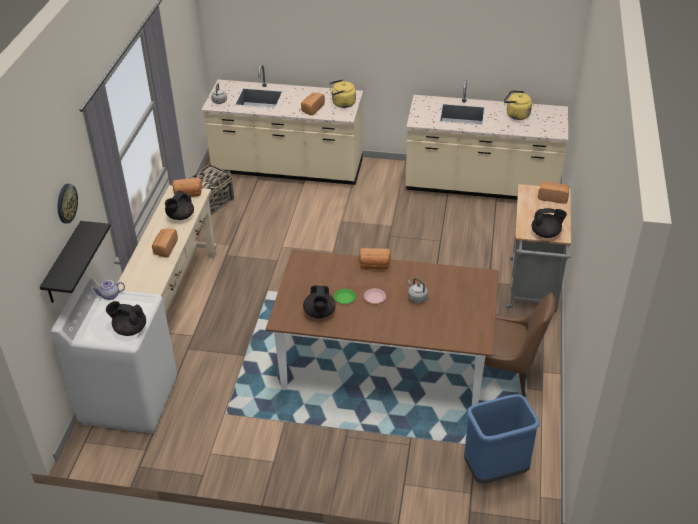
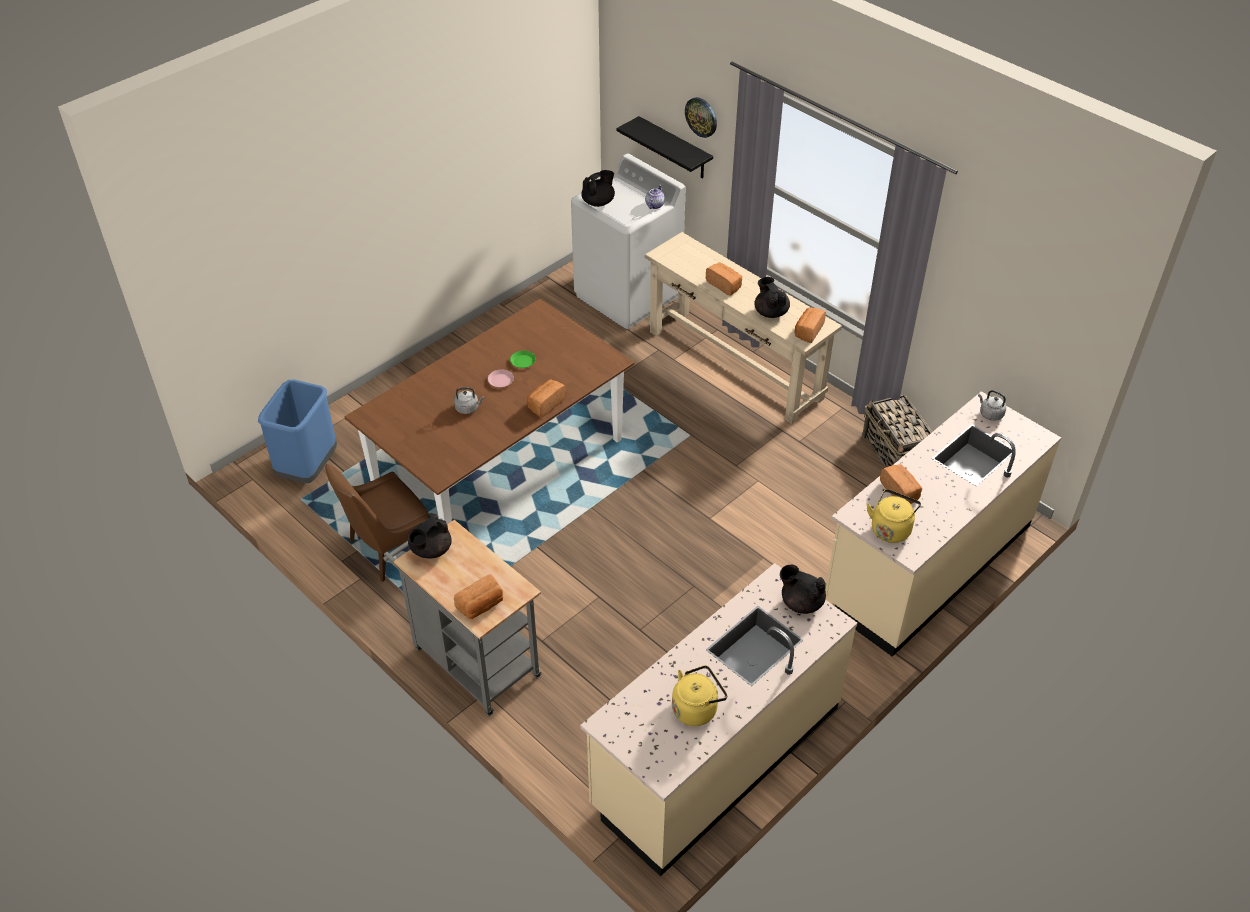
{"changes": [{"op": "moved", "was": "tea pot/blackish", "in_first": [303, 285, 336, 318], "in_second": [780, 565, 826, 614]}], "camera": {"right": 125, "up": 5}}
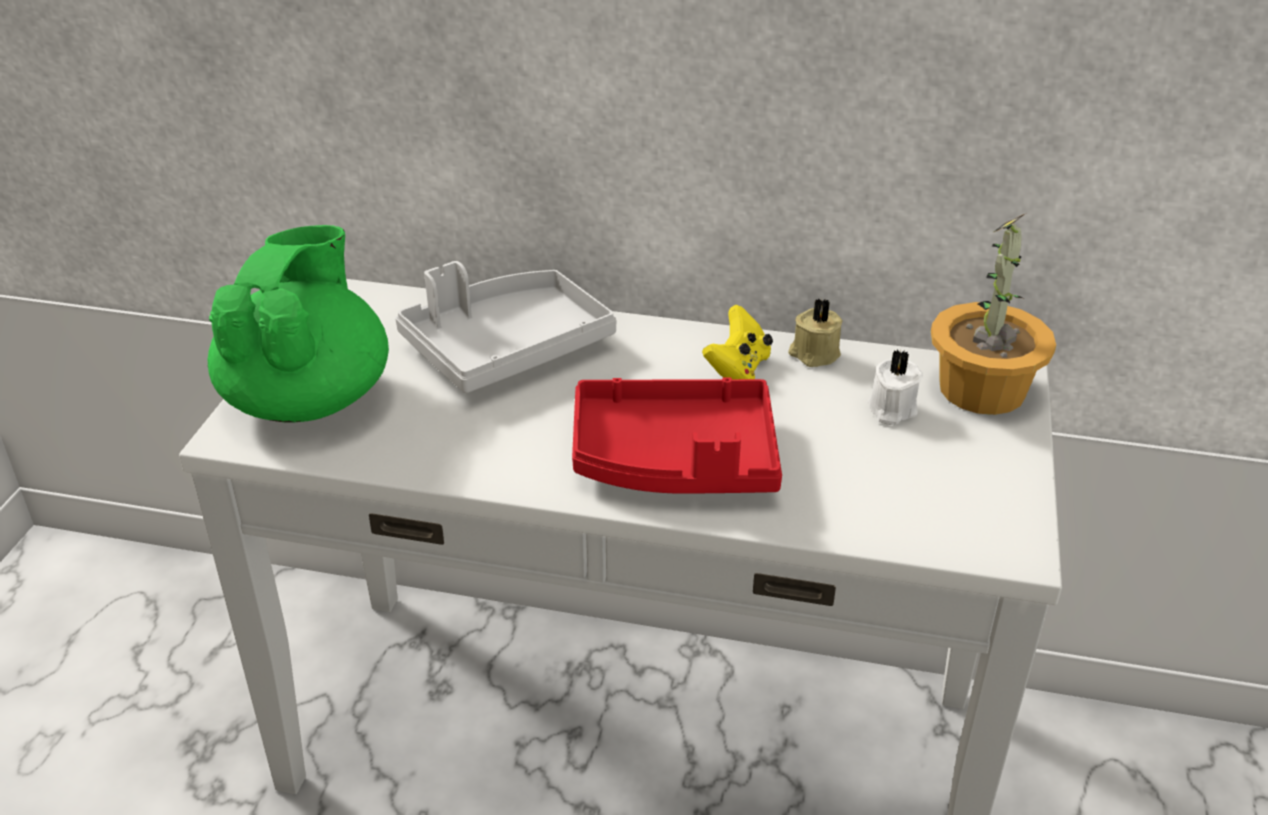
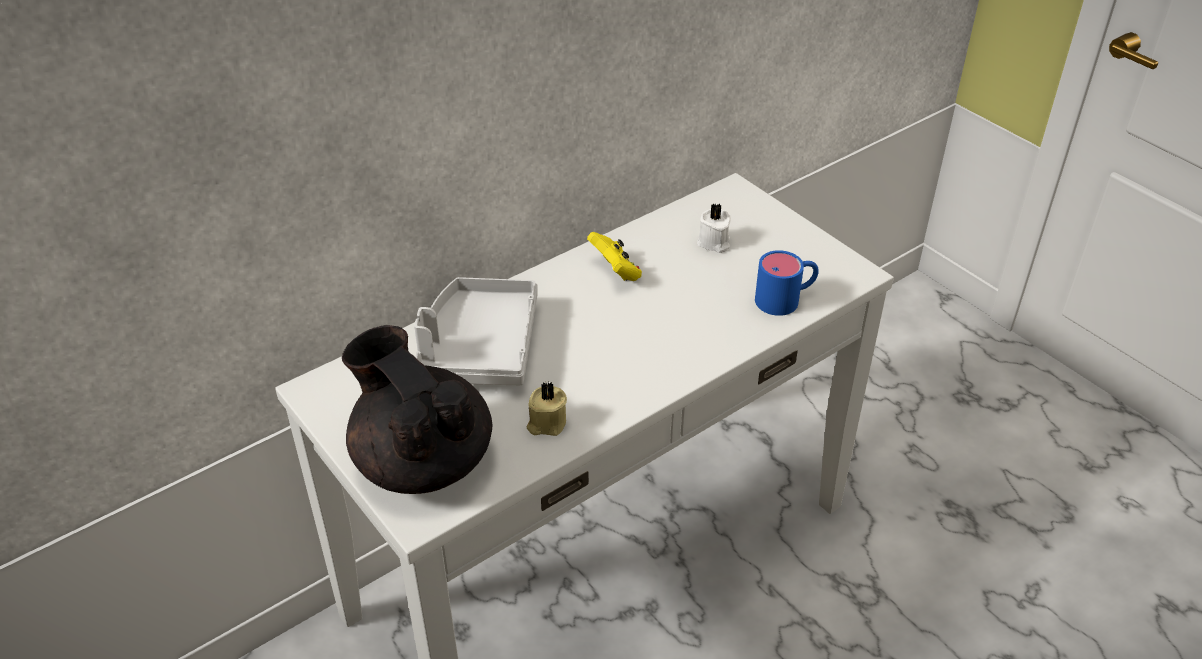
{"changes": [{"op": "removed", "was": "potted plant", "in_first": [931, 213, 1056, 415]}, {"op": "recoloured", "was": "tea pot/greenish", "now": "tea pot/blackish", "in_first": [208, 225, 389, 423], "in_second": [342, 325, 492, 494]}, {"op": "moved", "was": "wax light/beige-coloured", "in_first": [788, 298, 843, 367], "in_second": [526, 382, 567, 436]}, {"op": "removed", "was": "serving tray/red-coloured", "in_first": [572, 378, 782, 494]}, {"op": "added", "now": "coffee mug/blue-coloured", "in_second": [755, 250, 819, 316]}], "camera": {"right": -50, "up": 5}}
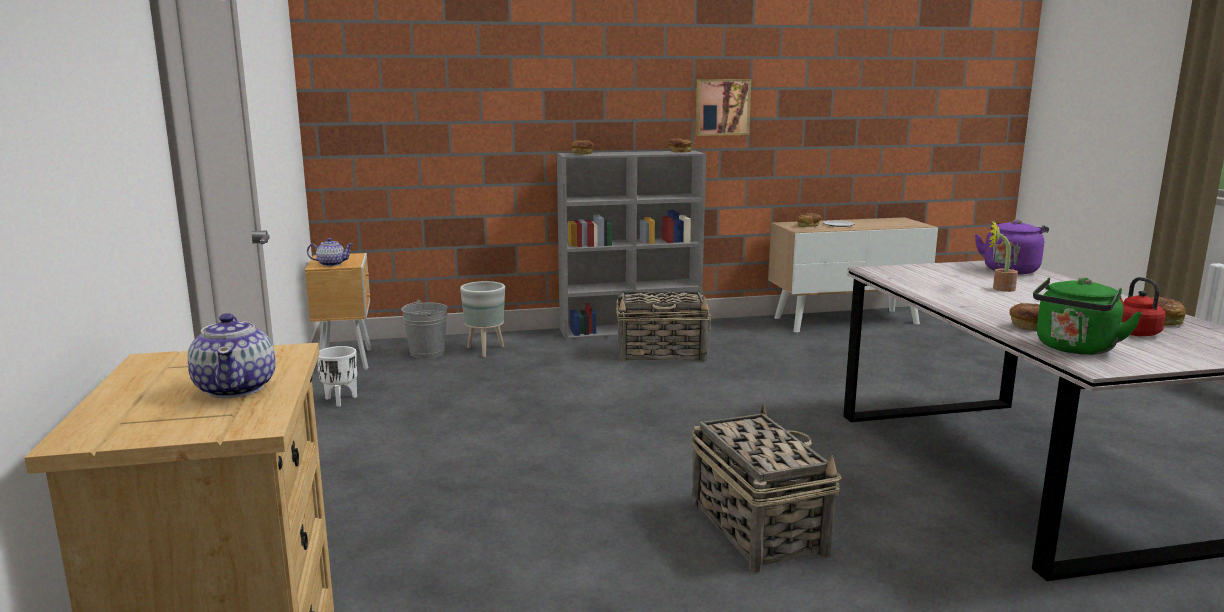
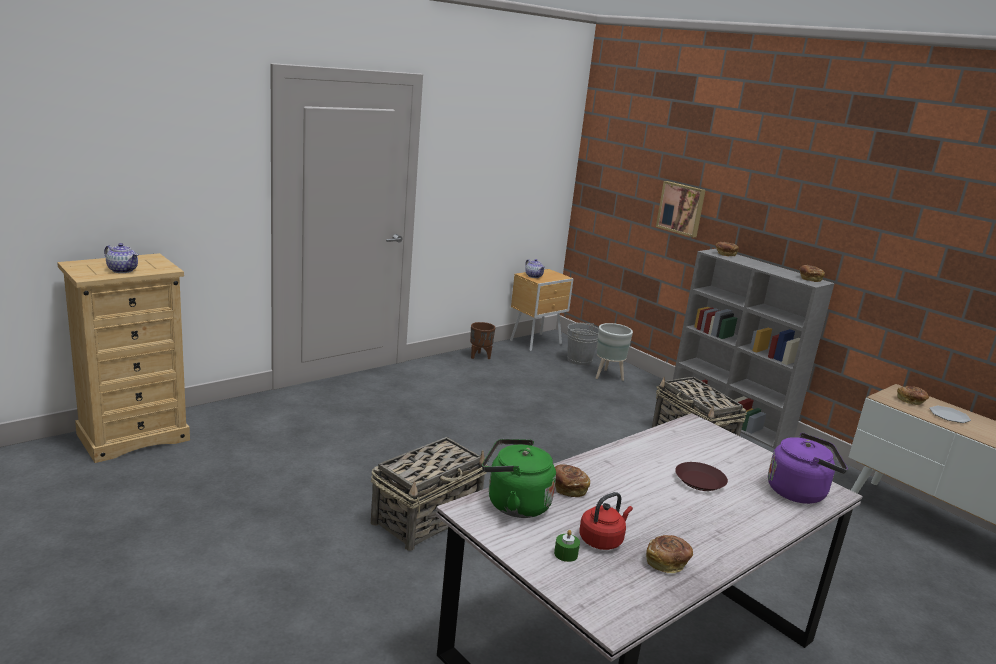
{"changes": [{"op": "moved", "was": "wall picture", "in_first": [695, 79, 751, 136], "in_second": [656, 181, 705, 238]}, {"op": "replaced", "was": "potted plant", "now": "flat dish/brownish", "in_first": [988, 220, 1018, 292], "in_second": [675, 462, 728, 491]}, {"op": "turned", "was": "tea pot", "in_first": [187, 313, 276, 398], "in_second": [104, 243, 139, 273], "clockwise": -105}, {"op": "recoloured", "was": "plant pot/whitish", "now": "plant pot/brownish", "in_first": [317, 346, 357, 407], "in_second": [470, 322, 495, 359]}, {"op": "added", "now": "wax light/greenish", "in_second": [554, 530, 580, 562]}], "camera": {"right": 60, "up": 5}}
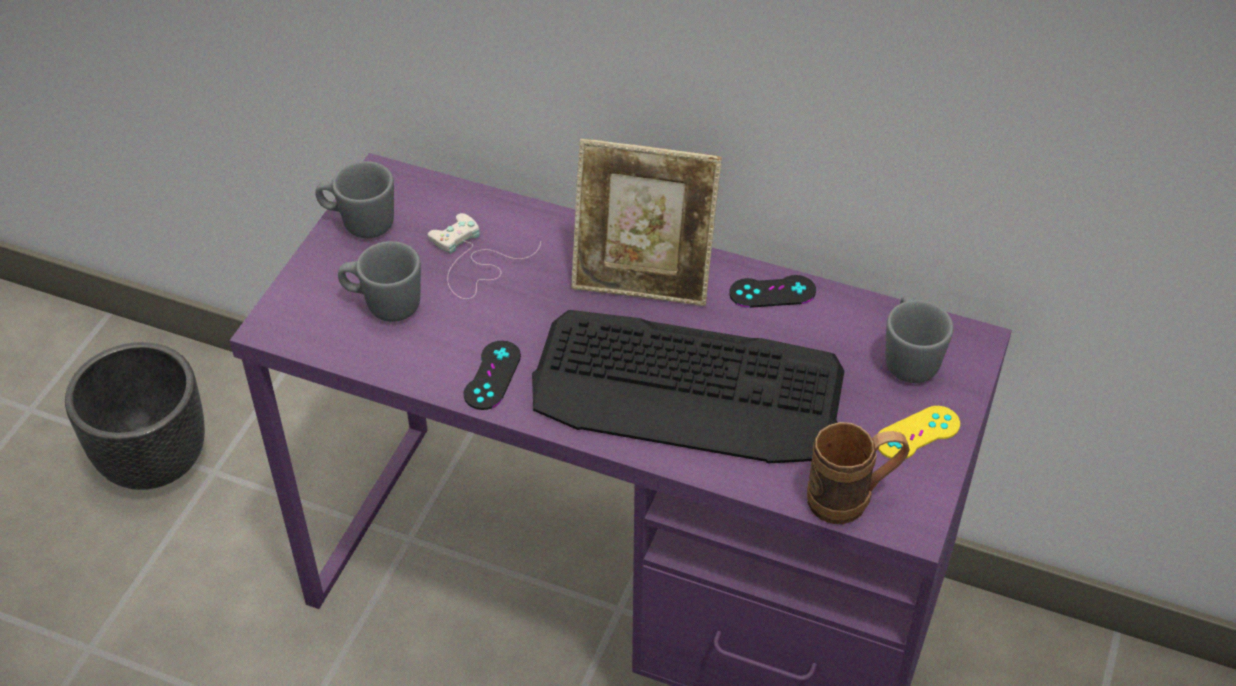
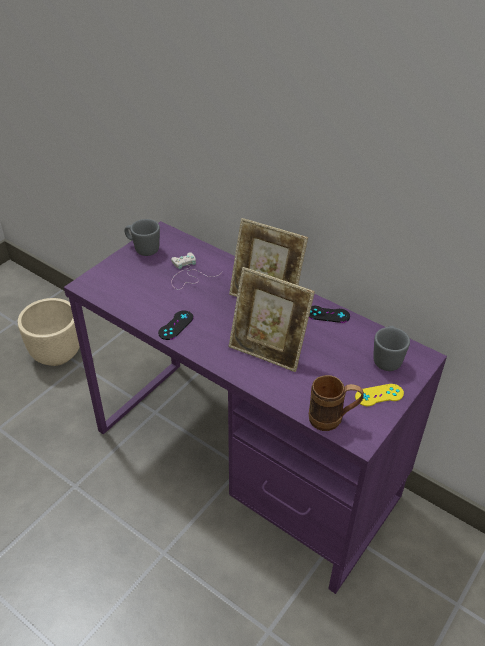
{"changes": [{"op": "removed", "was": "coffee mug/greyish", "in_first": [338, 241, 421, 322]}, {"op": "replaced", "was": "PC keyboard", "now": "photo frame", "in_first": [532, 310, 844, 463], "in_second": [229, 267, 315, 372]}, {"op": "recoloured", "was": "plant pot/blackish", "now": "plant pot/beige-coloured", "in_first": [65, 342, 205, 490], "in_second": [18, 298, 80, 366]}], "camera": {"right": 15, "up": -5}}
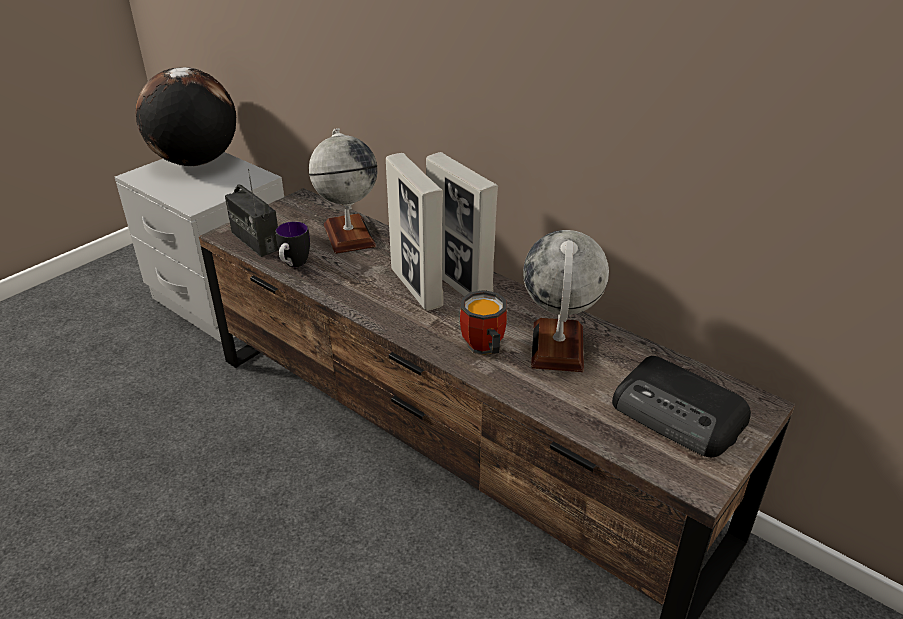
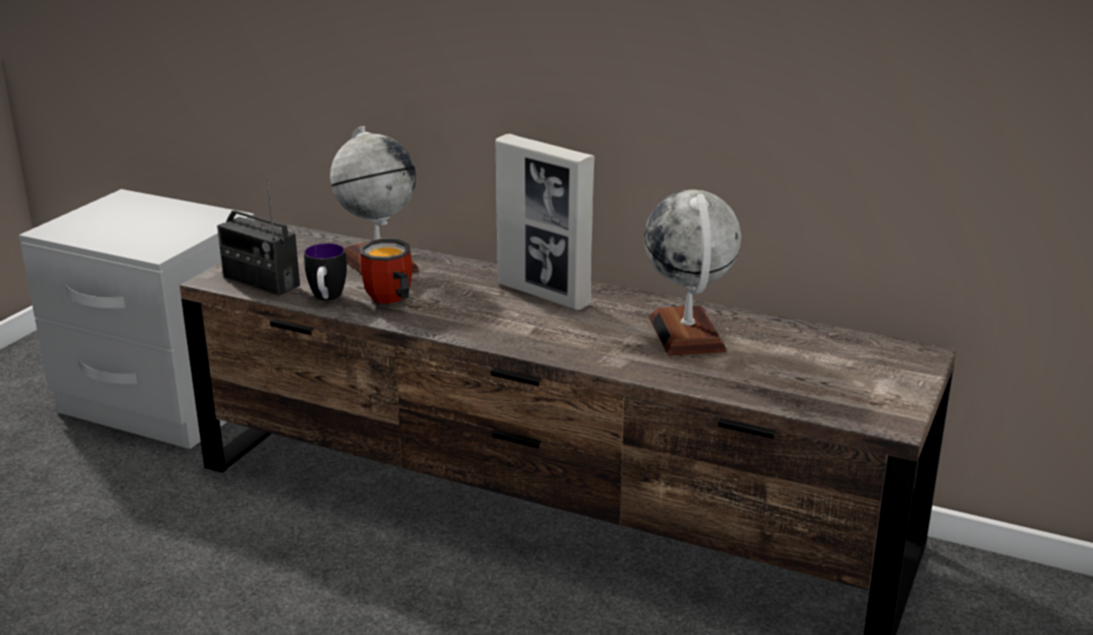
{"changes": [{"op": "removed", "was": "world globe", "in_first": [136, 67, 236, 166]}, {"op": "removed", "was": "photo frame", "in_first": [386, 153, 444, 311]}, {"op": "moved", "was": "coffee mug", "in_first": [460, 290, 507, 355], "in_second": [359, 239, 412, 308]}, {"op": "removed", "was": "radio set", "in_first": [612, 356, 751, 457]}], "camera": {"right": -15, "up": -10}}
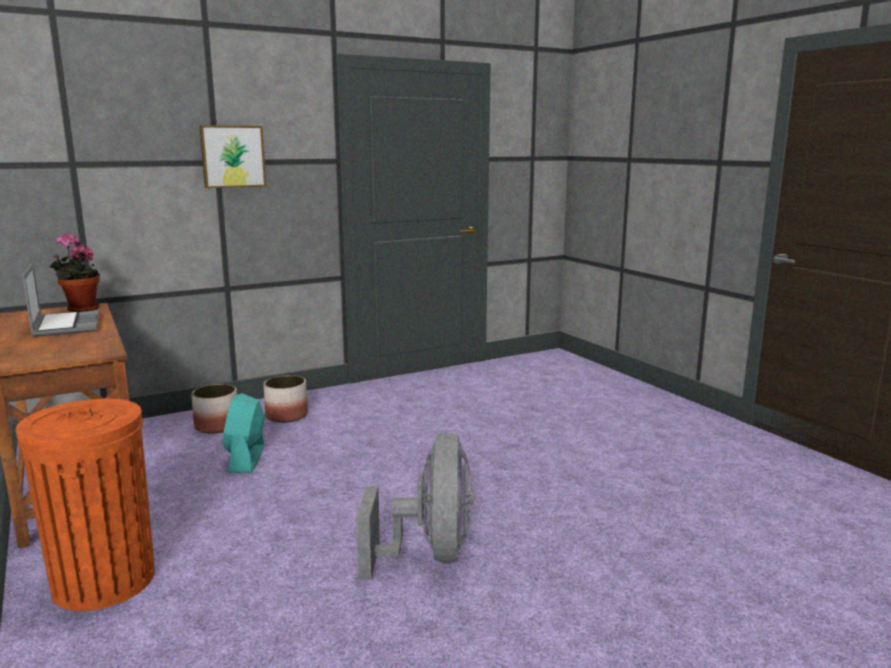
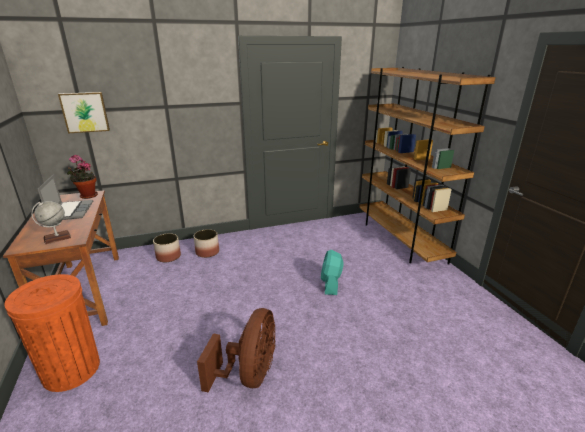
{"changes": [{"op": "moved", "was": "wall picture", "in_first": [199, 125, 266, 188], "in_second": [58, 92, 110, 133]}, {"op": "moved", "was": "electric fan/blue-green", "in_first": [223, 393, 265, 473], "in_second": [321, 250, 343, 295]}, {"op": "recoloured", "was": "electric fan/greyish", "now": "electric fan/brownish", "in_first": [356, 433, 473, 580], "in_second": [197, 308, 276, 392]}, {"op": "added", "now": "bookshelf/brownish", "in_second": [359, 67, 496, 265]}, {"op": "added", "now": "world globe", "in_second": [31, 201, 71, 244]}], "camera": {"right": 10, "up": 10}}
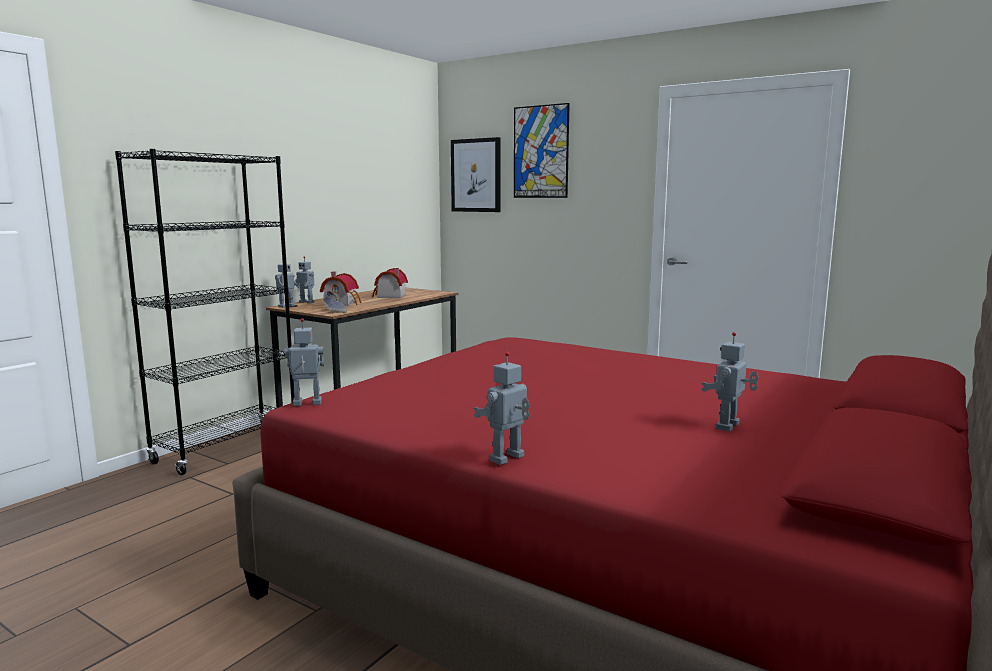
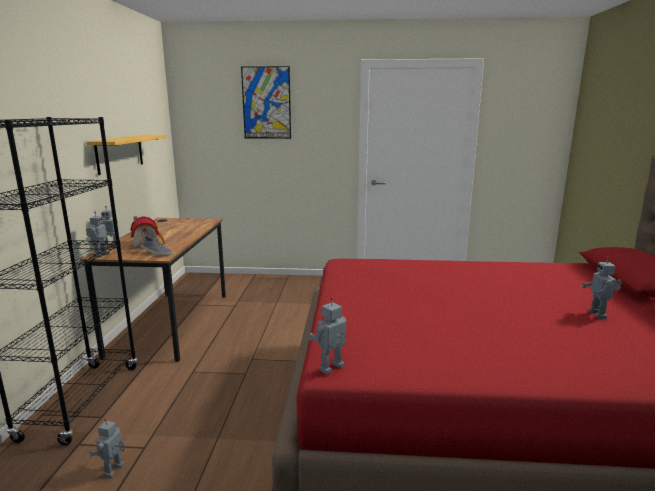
{"changes": [{"op": "removed", "was": "wall picture", "in_first": [451, 137, 501, 212]}, {"op": "removed", "was": "toy house", "in_first": [372, 268, 408, 298]}, {"op": "moved", "was": "model robot", "in_first": [474, 352, 529, 465], "in_second": [89, 418, 124, 478]}, {"op": "added", "now": "shelf", "in_second": [86, 135, 167, 175]}], "camera": {"right": -30, "up": 5}}
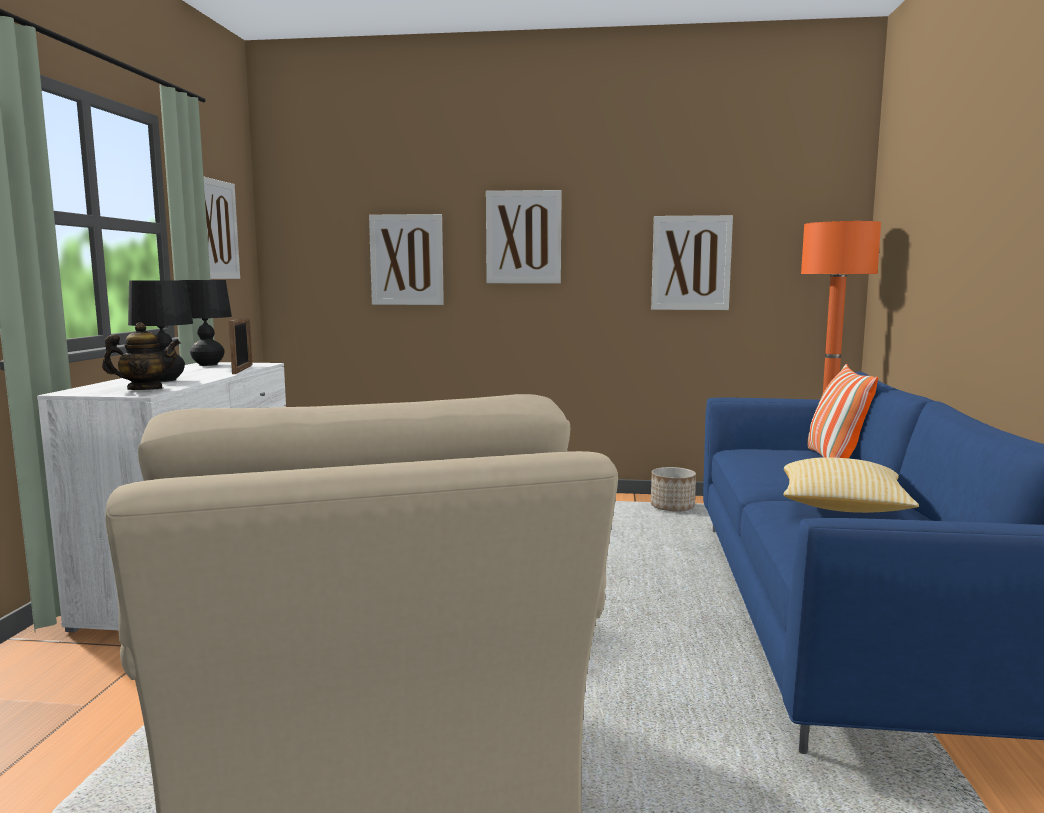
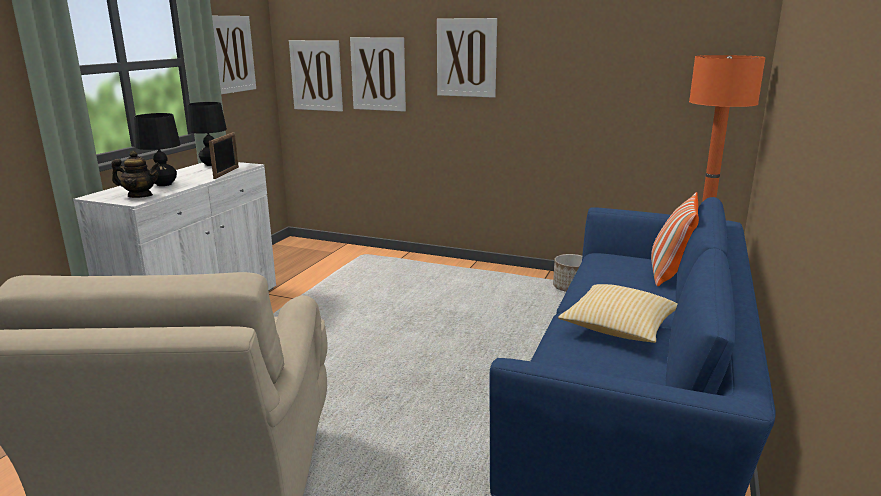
{"changes": [{"op": "moved", "was": "wall picture", "in_first": [651, 215, 733, 310], "in_second": [289, 40, 343, 112]}], "camera": {"right": 15, "up": 10}}
